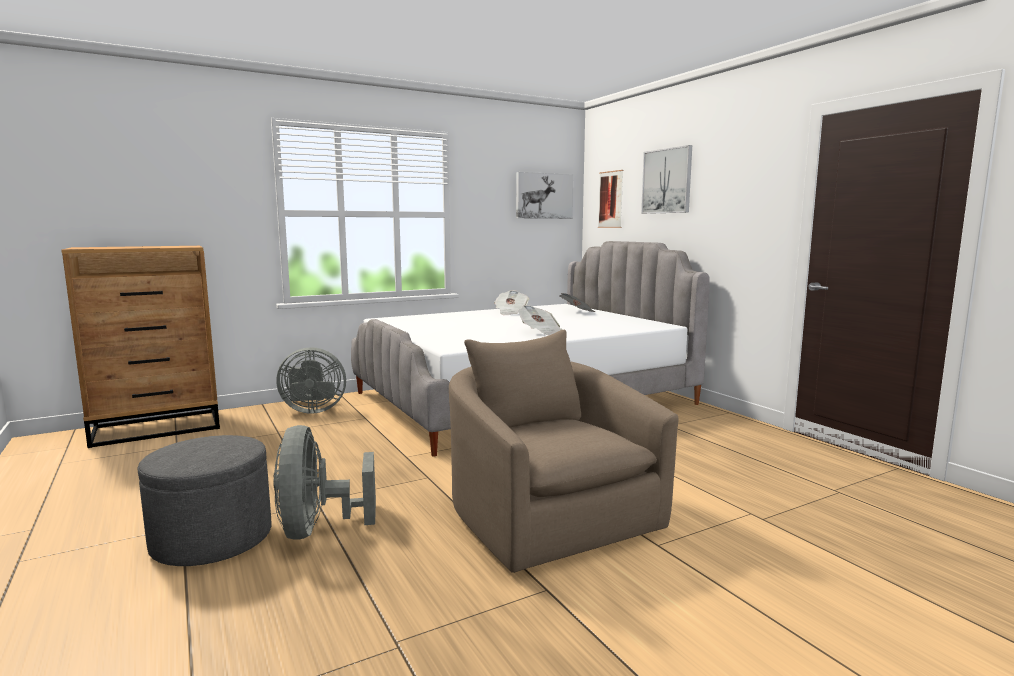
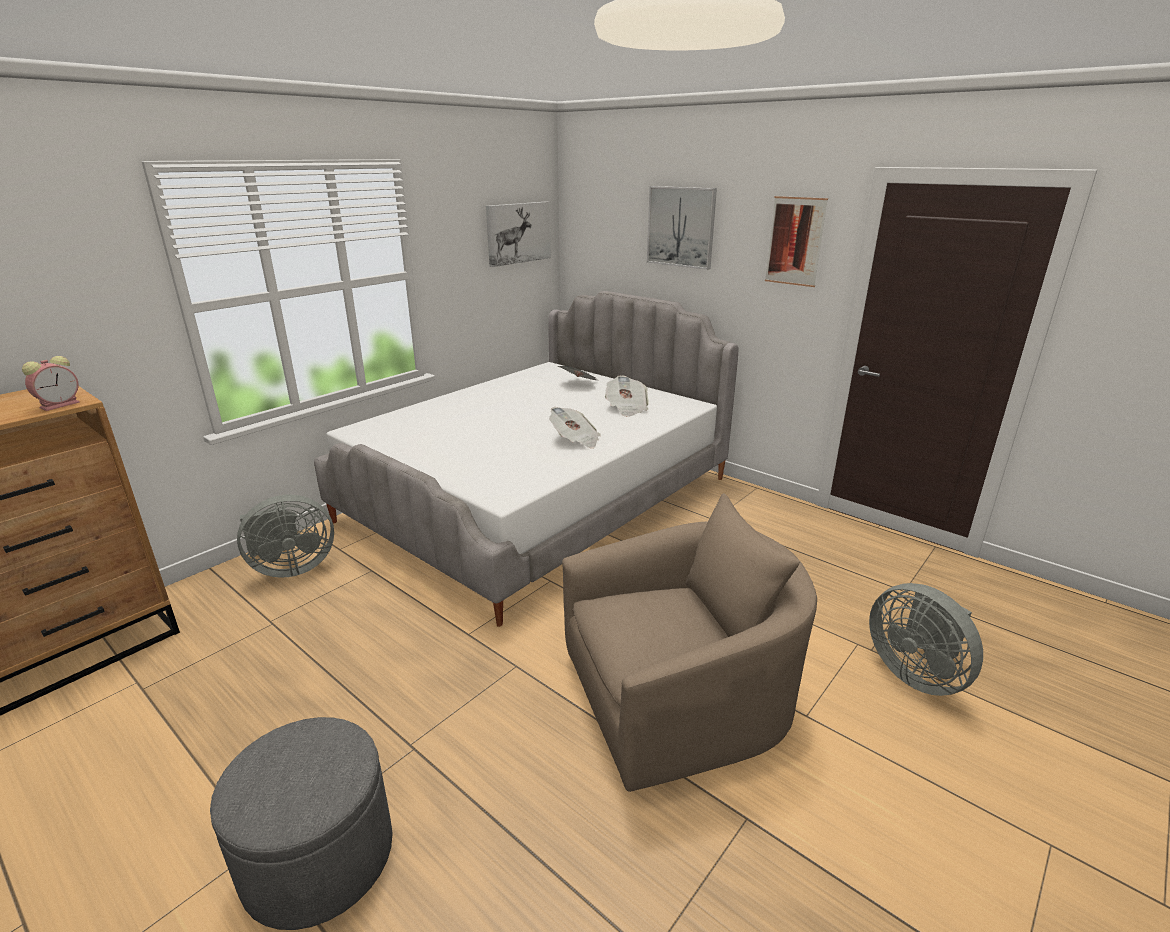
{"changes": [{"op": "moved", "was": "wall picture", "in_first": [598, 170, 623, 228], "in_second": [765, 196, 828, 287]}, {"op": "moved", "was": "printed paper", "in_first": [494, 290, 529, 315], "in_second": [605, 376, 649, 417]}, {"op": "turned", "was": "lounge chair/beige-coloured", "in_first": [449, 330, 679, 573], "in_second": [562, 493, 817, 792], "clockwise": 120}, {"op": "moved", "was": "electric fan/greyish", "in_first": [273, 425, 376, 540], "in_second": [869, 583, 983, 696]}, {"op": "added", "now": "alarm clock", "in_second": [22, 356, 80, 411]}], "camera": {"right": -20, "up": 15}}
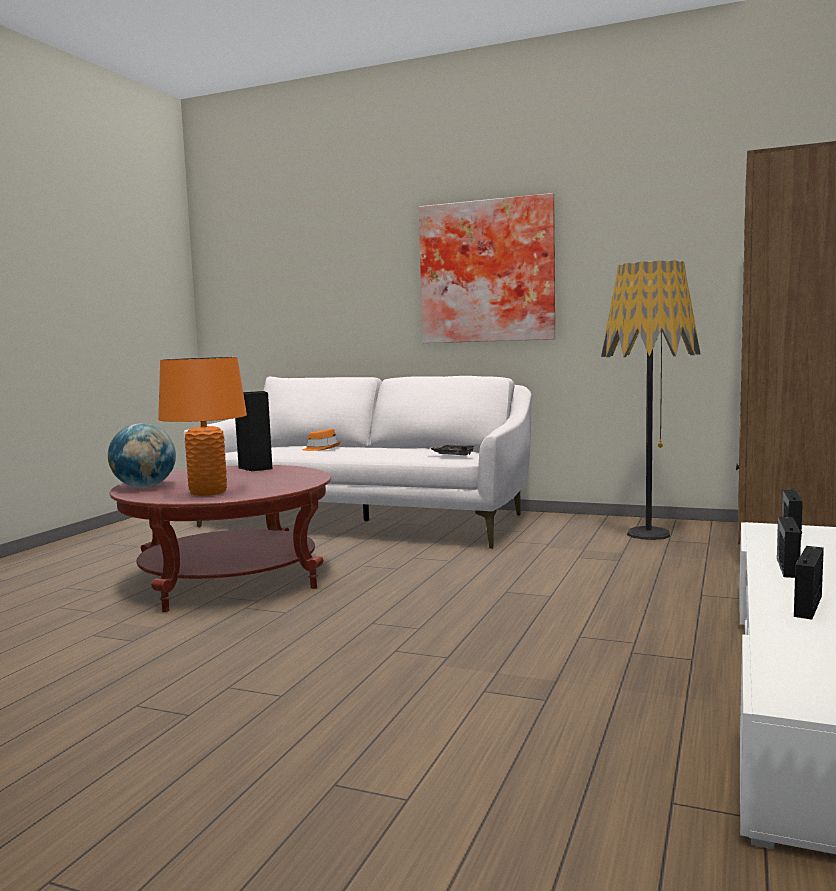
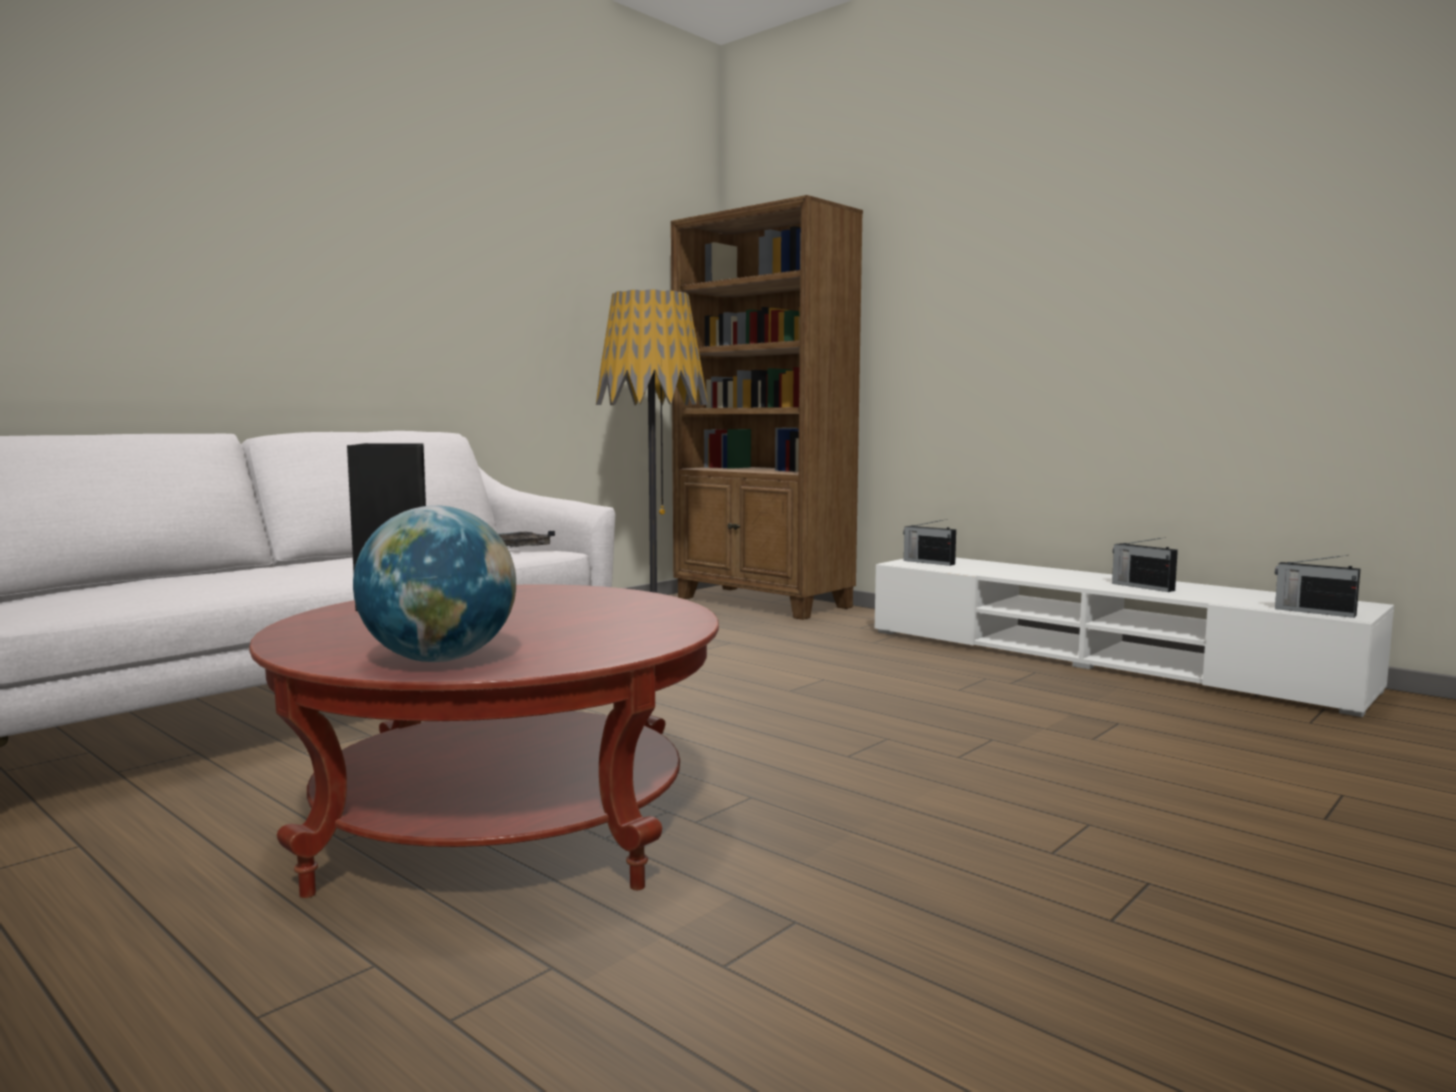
{"changes": [{"op": "removed", "was": "wall picture", "in_first": [419, 193, 555, 343]}, {"op": "removed", "was": "table lamp/orange-coloured", "in_first": [158, 357, 247, 496]}, {"op": "removed", "was": "hat/orange-coloured", "in_first": [302, 429, 341, 451]}, {"op": "moved", "was": "radio set", "in_first": [777, 517, 801, 578], "in_second": [1275, 555, 1360, 618]}], "camera": {"right": -70, "up": 0}}
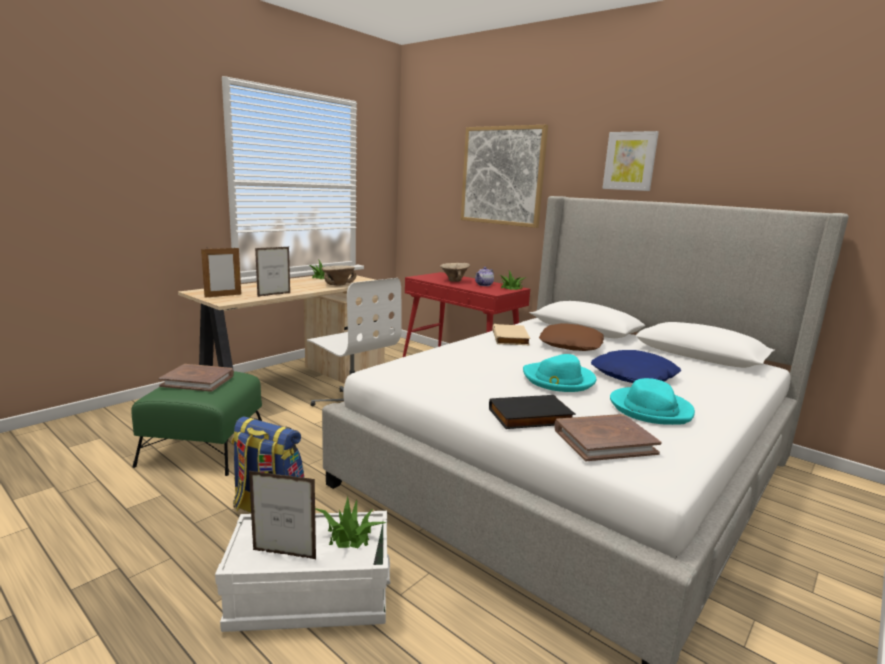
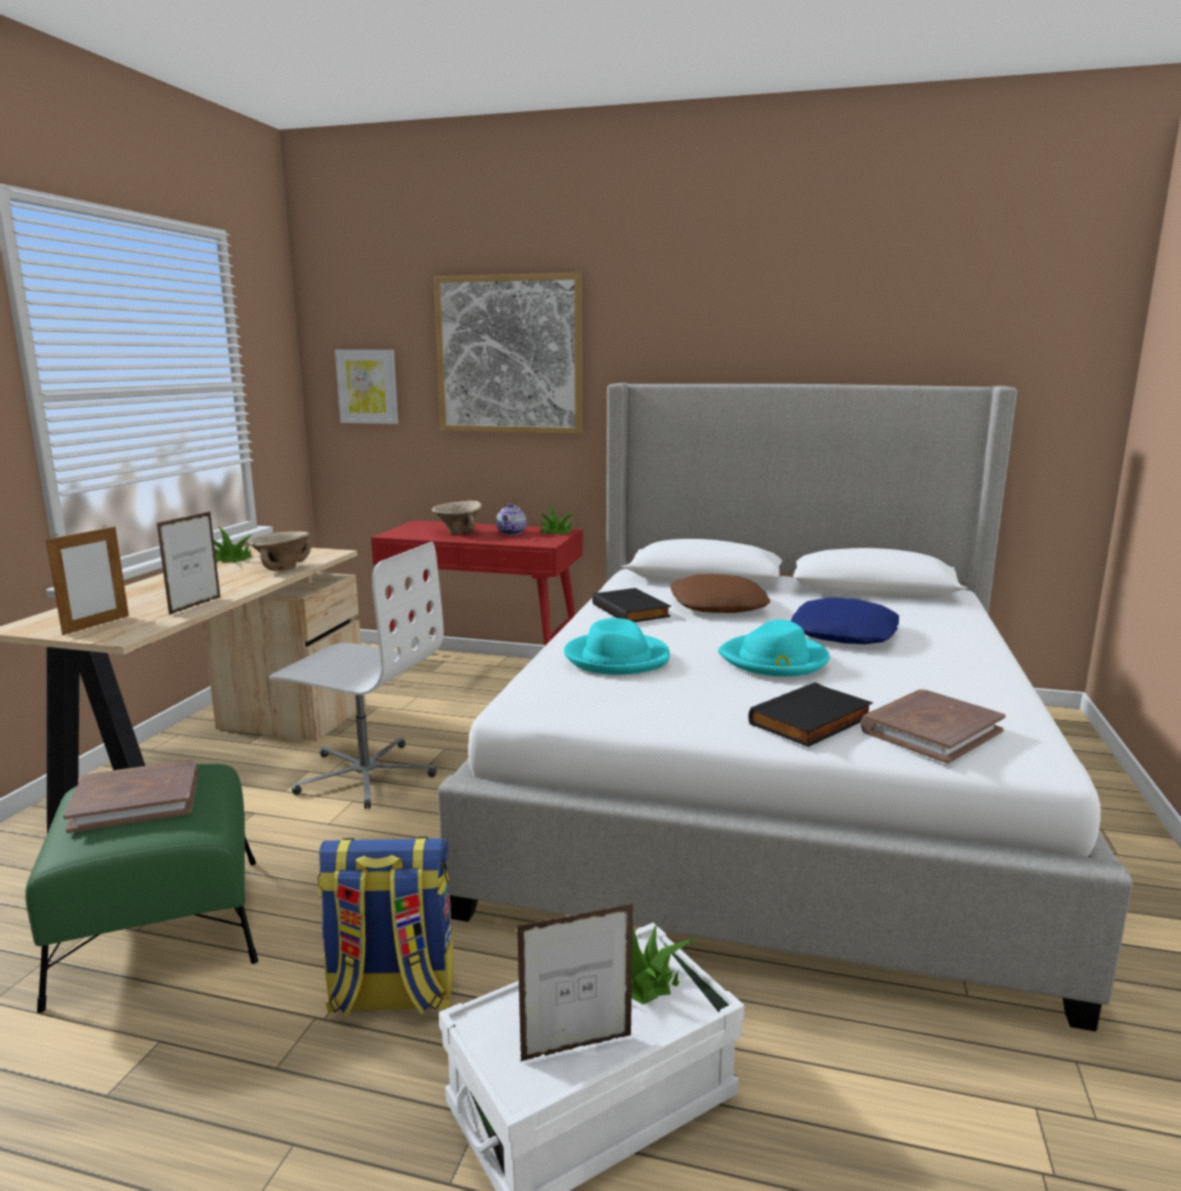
{"changes": [{"op": "moved", "was": "wall picture", "in_first": [602, 131, 659, 191], "in_second": [335, 350, 398, 424]}, {"op": "recoloured", "was": "volume/beige-coloured", "now": "volume/blackish", "in_first": [493, 324, 530, 345], "in_second": [592, 588, 671, 622]}, {"op": "moved", "was": "hat/blue-green", "in_first": [610, 378, 695, 425], "in_second": [564, 618, 670, 675]}], "camera": {"right": -25, "up": 0}}
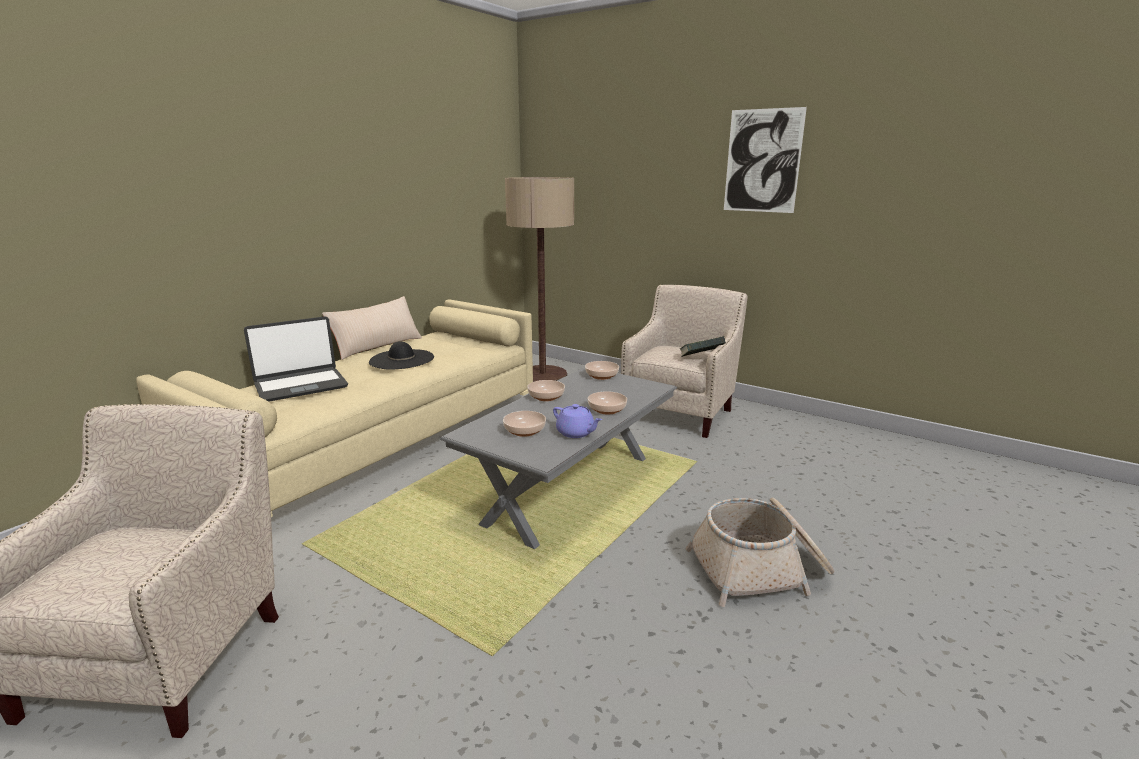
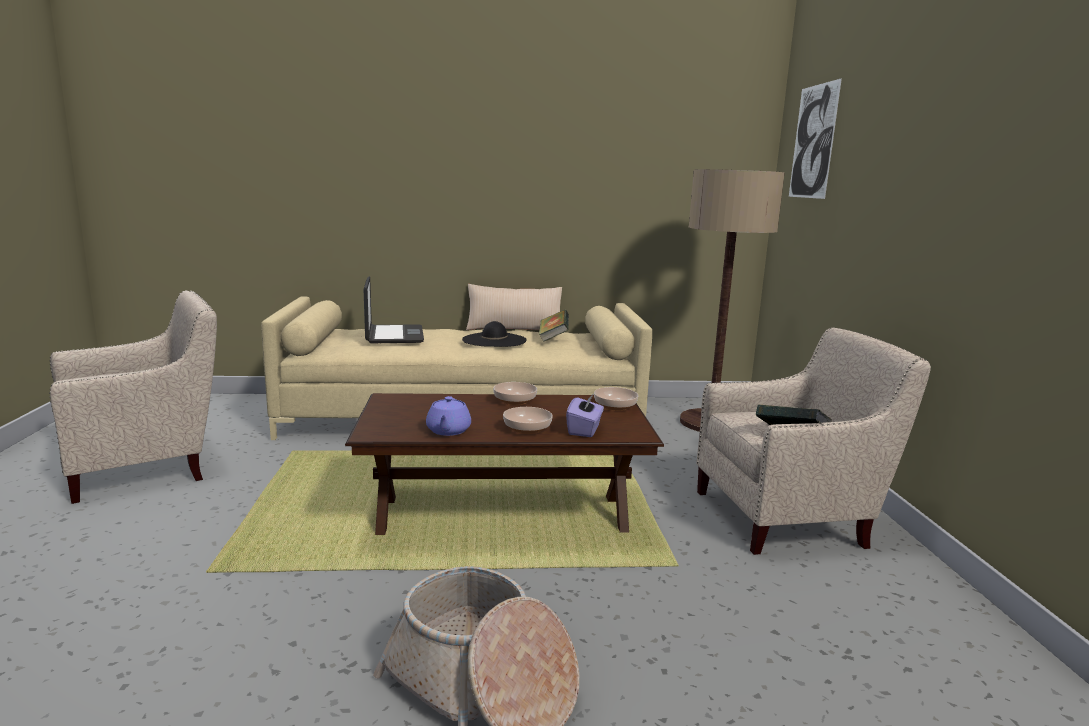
{"changes": [{"op": "moved", "was": "wall picture", "in_first": [724, 107, 807, 213], "in_second": [789, 78, 842, 199]}, {"op": "turned", "was": "portable computer", "in_first": [244, 316, 348, 402], "in_second": [364, 276, 424, 343], "clockwise": -120}, {"op": "recoloured", "was": "lounge table/greyish", "now": "lounge table/brownish", "in_first": [440, 367, 677, 549], "in_second": [345, 393, 664, 535]}, {"op": "removed", "was": "serving bowl", "in_first": [503, 411, 546, 437]}, {"op": "added", "now": "volume", "in_second": [539, 310, 569, 342]}, {"op": "added", "now": "box of tissues/purple", "in_second": [566, 393, 604, 437]}], "camera": {"right": 50, "up": -5}}
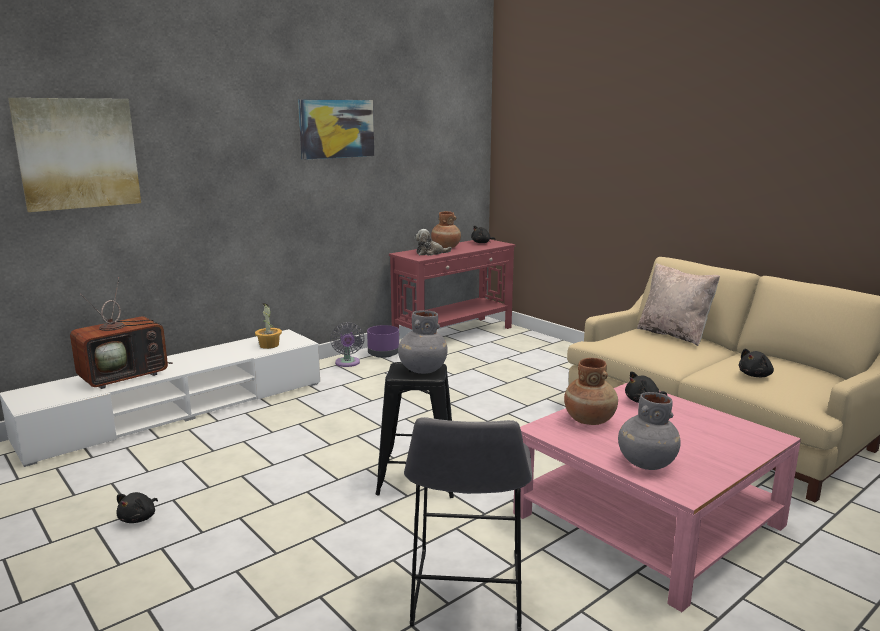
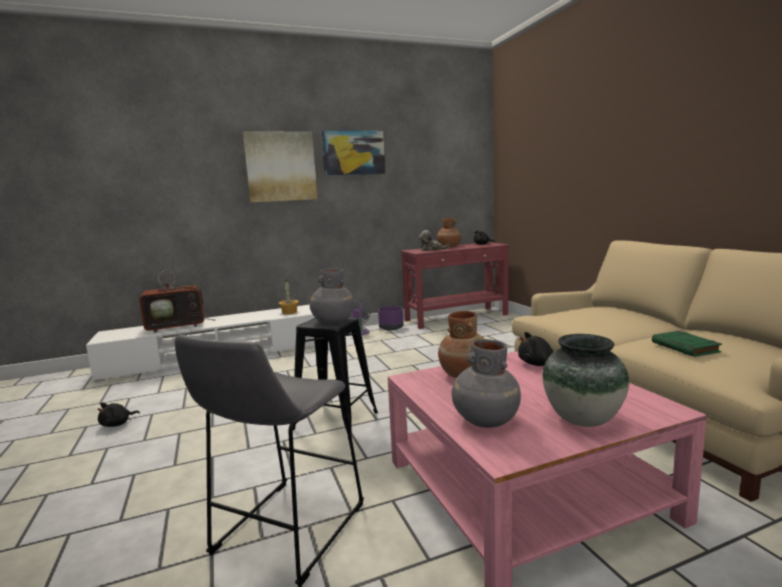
{"changes": [{"op": "moved", "was": "wall picture", "in_first": [8, 98, 141, 212], "in_second": [243, 131, 318, 202]}, {"op": "removed", "was": "cushion/beige-coloured", "in_first": [637, 263, 720, 346]}, {"op": "replaced", "was": "plush toy/blackish", "now": "volume/greenish", "in_first": [739, 349, 774, 377], "in_second": [652, 331, 722, 357]}, {"op": "added", "now": "vase", "in_second": [542, 334, 629, 427]}], "camera": {"right": 20, "up": -5}}
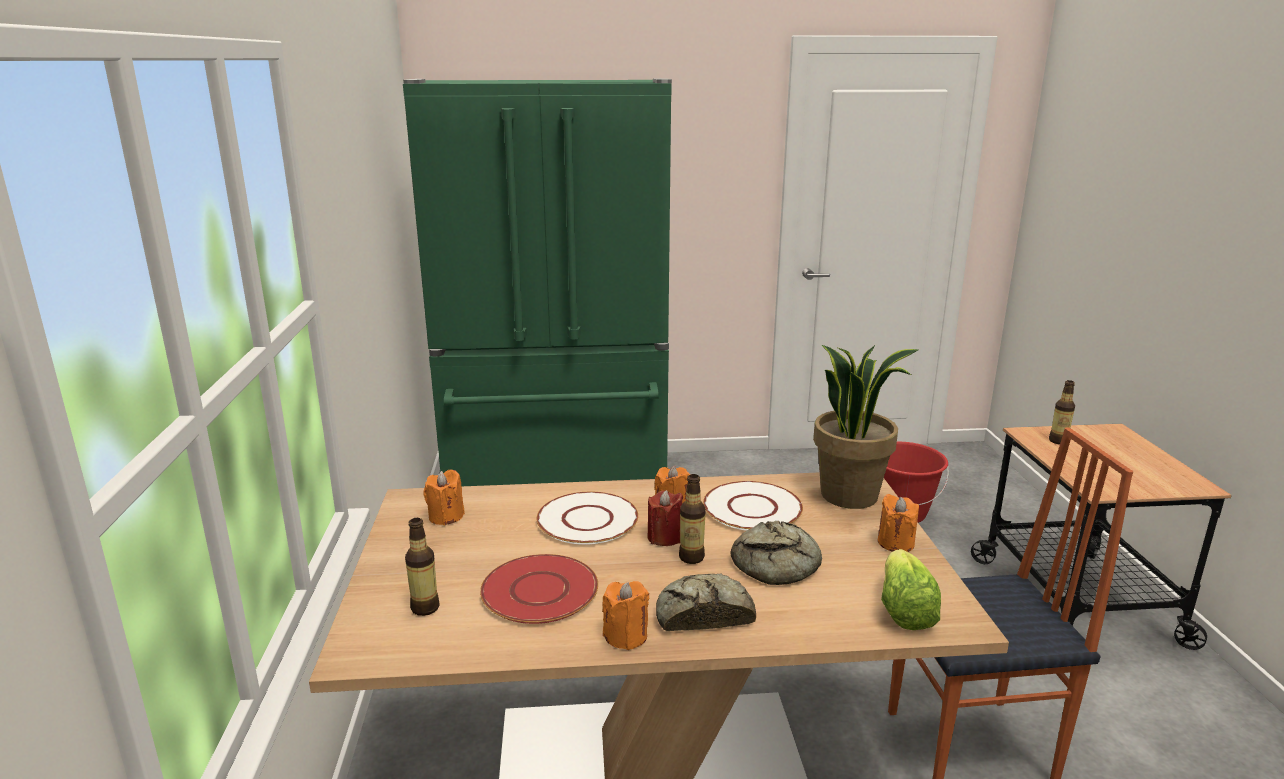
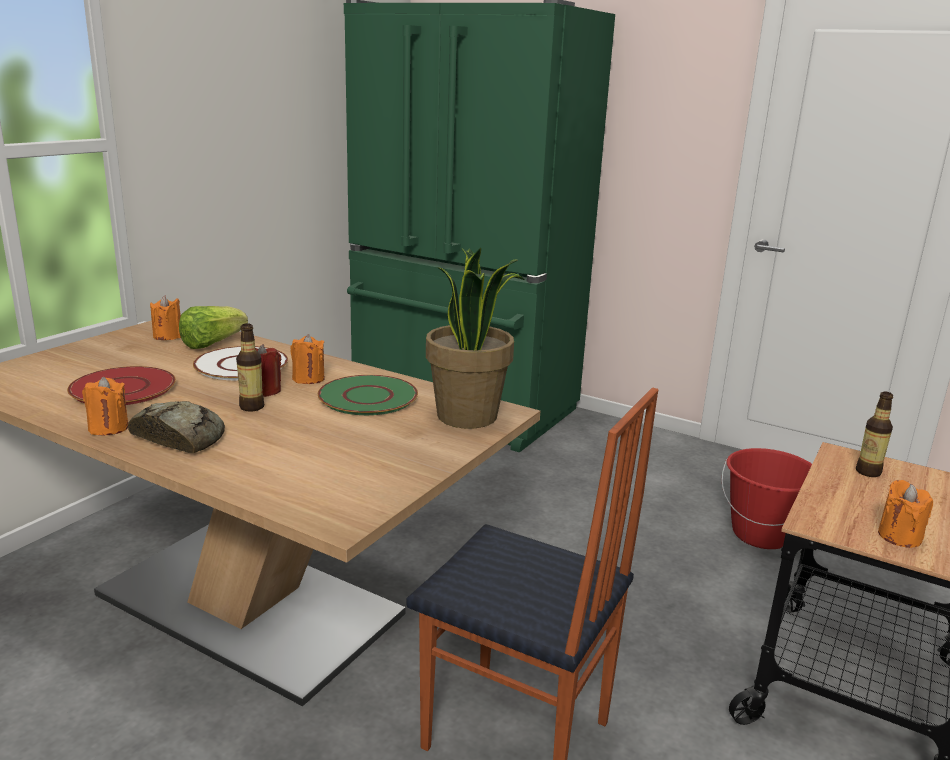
{"changes": [{"op": "recoloured", "was": "flat dish/whitish", "now": "flat dish/greenish", "in_first": [703, 481, 803, 531], "in_second": [318, 375, 418, 415]}, {"op": "moved", "was": "wax light/orange-coloured", "in_first": [878, 494, 919, 552], "in_second": [878, 480, 933, 548]}, {"op": "removed", "was": "drink bottle", "in_first": [405, 518, 440, 616]}, {"op": "removed", "was": "baked bread", "in_first": [730, 521, 822, 585]}, {"op": "moved", "was": "lettuce head", "in_first": [881, 549, 941, 630], "in_second": [179, 306, 248, 349]}], "camera": {"right": 35, "up": 0}}
